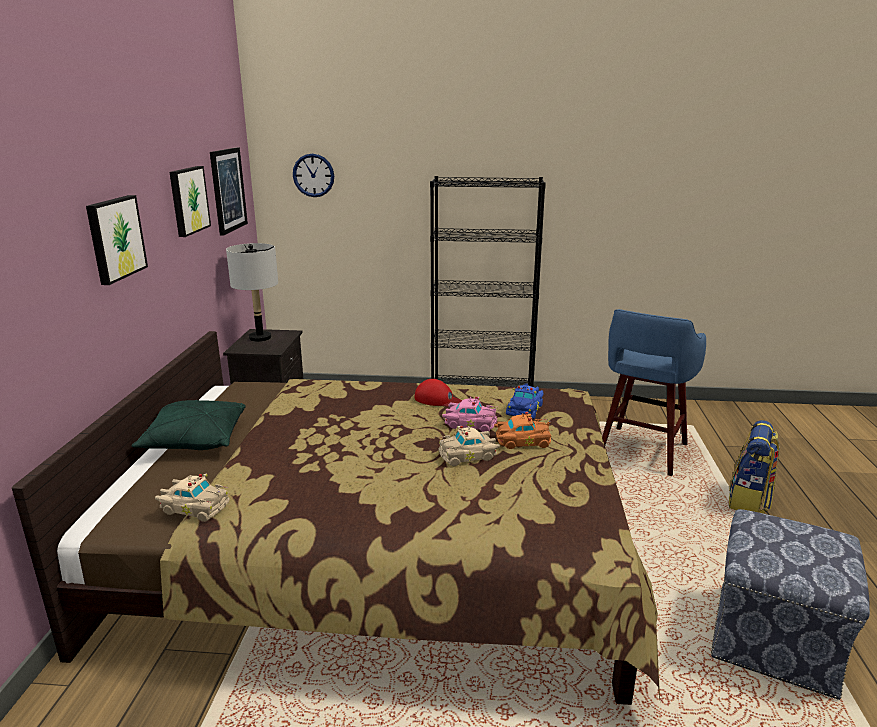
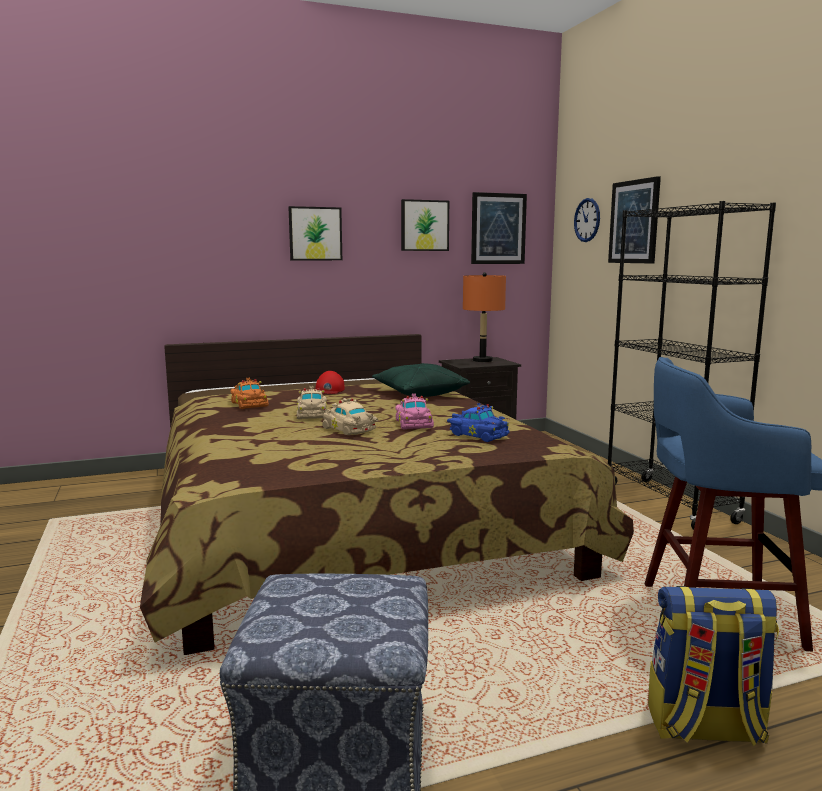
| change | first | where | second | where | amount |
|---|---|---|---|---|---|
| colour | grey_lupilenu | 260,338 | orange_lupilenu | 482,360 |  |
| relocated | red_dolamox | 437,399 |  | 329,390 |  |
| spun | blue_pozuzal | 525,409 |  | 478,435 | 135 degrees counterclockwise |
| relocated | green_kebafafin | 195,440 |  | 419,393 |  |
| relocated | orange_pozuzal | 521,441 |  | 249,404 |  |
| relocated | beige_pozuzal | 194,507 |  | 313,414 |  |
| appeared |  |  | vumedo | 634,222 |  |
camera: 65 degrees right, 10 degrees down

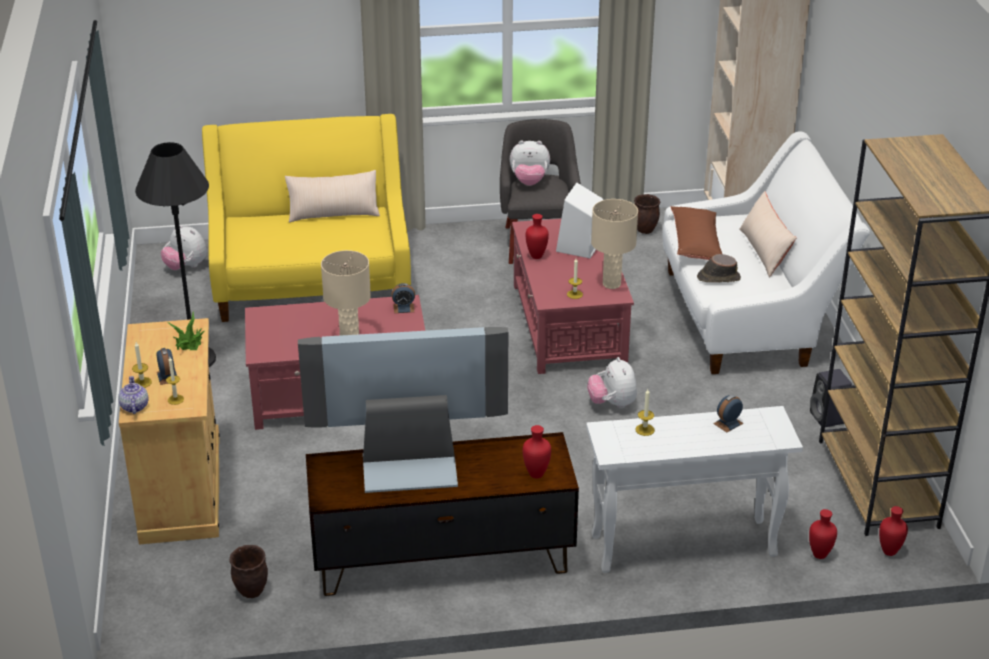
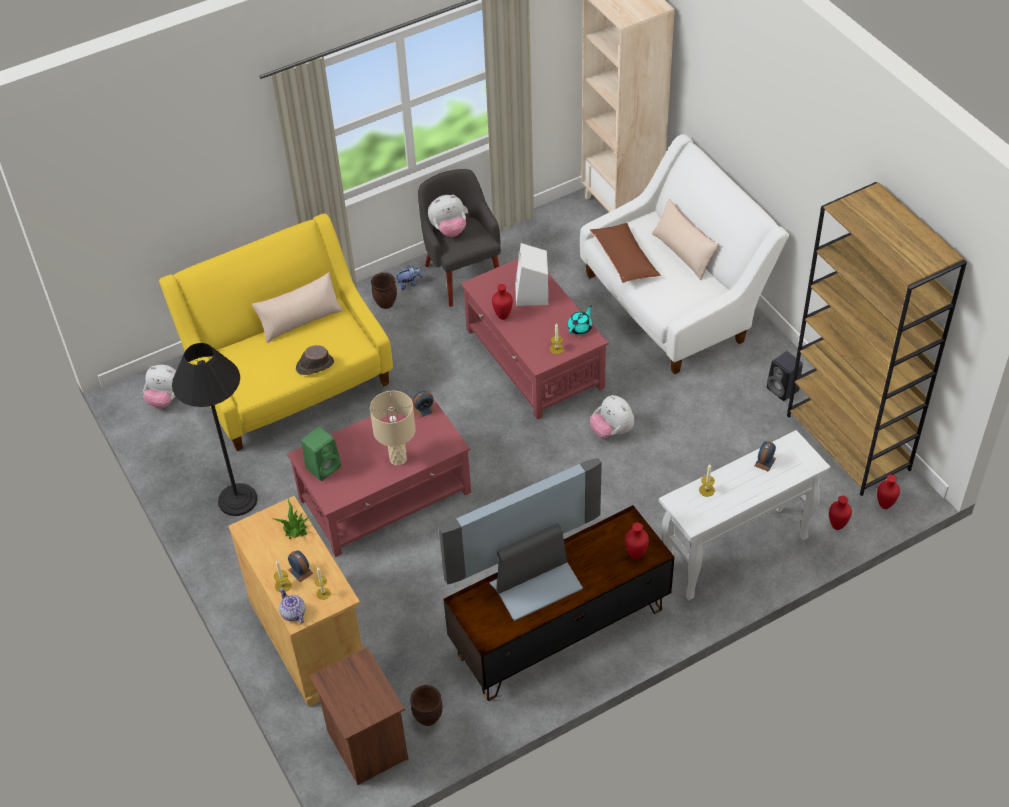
| change | first | where | second | where | amount |
|---|---|---|---|---|---|
| relocated | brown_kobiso | 645,230 |  | 386,303 |  |
| exchanged | beige_lupilenu | 611,284 | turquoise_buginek | 580,328 |  |
| relocated | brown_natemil | 718,278 |  | 314,365 |  |
| appeared |  |  | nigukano | 409,284 |  |
| appeared |  |  | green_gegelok | 324,466 |  |
| appeared |  |  | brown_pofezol | 366,745 |  |
camera: 20 degrees left, 15 degrees up

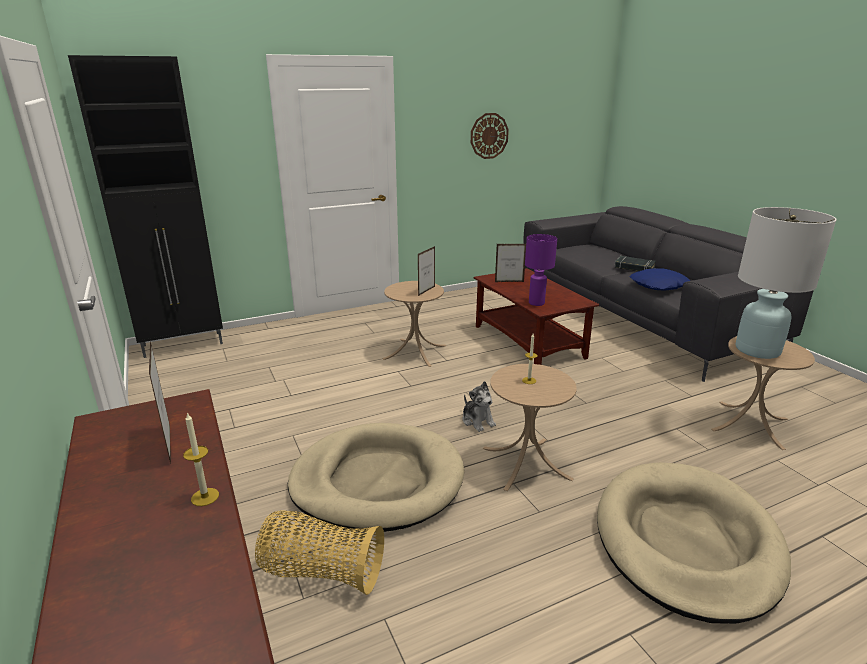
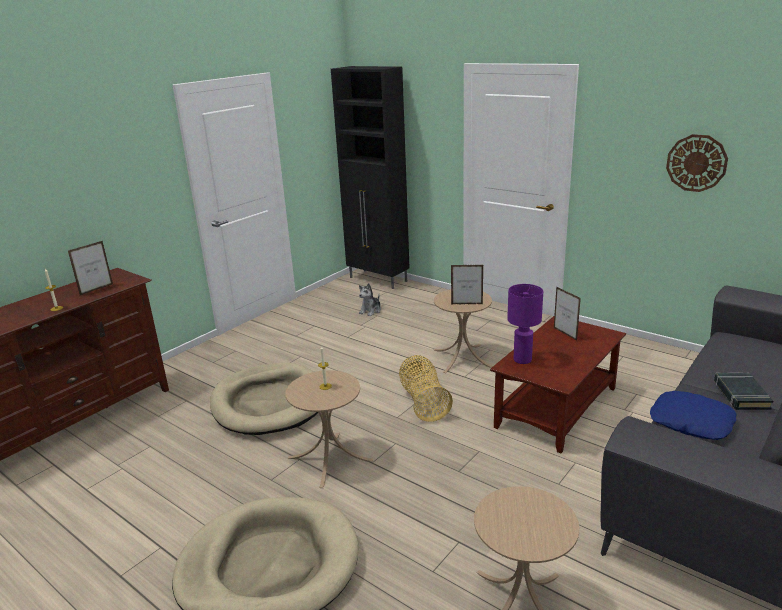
| change | first | where | second | where | amount |
|---|---|---|---|---|---|
| missing | white_lupilenu | 757,350 |  |  |  |
| relocated | nigukano | 477,421 |  | 371,311 |  |
| relocated | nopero | 321,572 |  | 423,401 |  |
camera: 65 degrees right, 0 degrees up

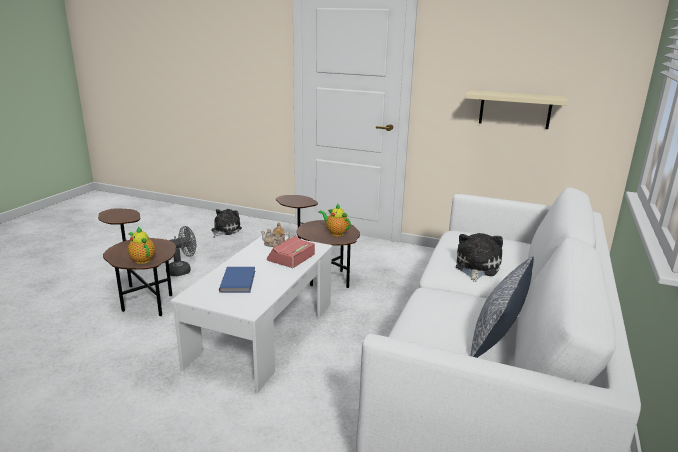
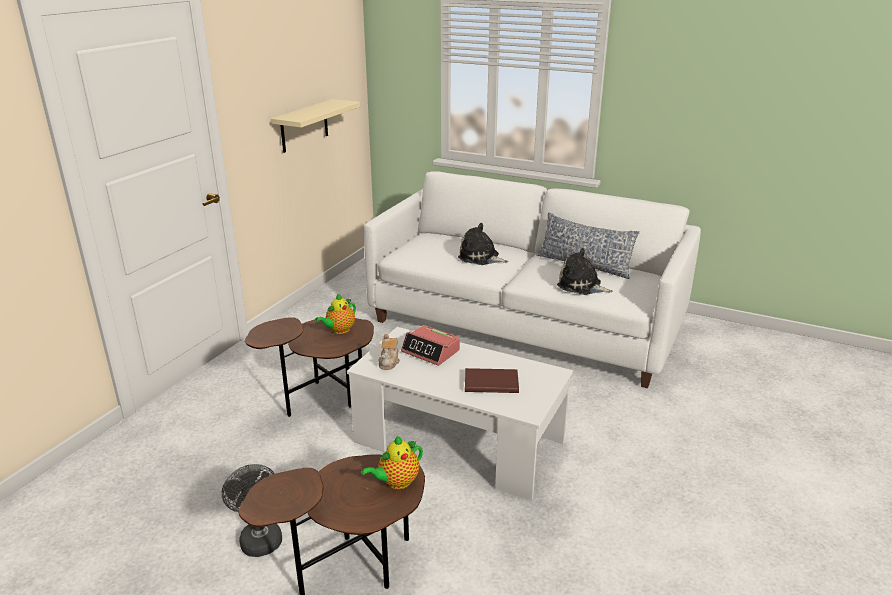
| change | first | where | second | where | amount |
|---|---|---|---|---|---|
| relocated | nigukano | 225,230 |  | 581,286 |  |
| colour | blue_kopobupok | 239,281 | brown_kopobupok | 490,382 |  |
camera: 85 degrees left, 5 degrees up

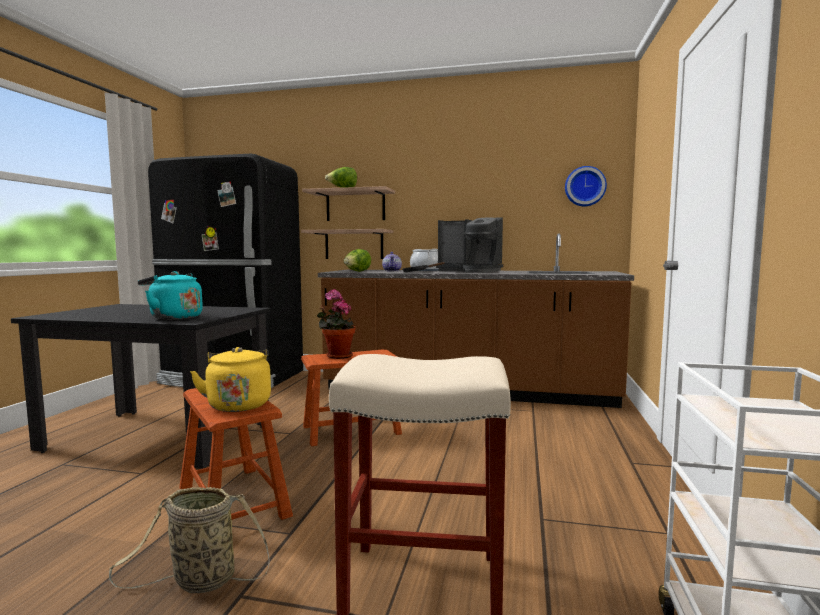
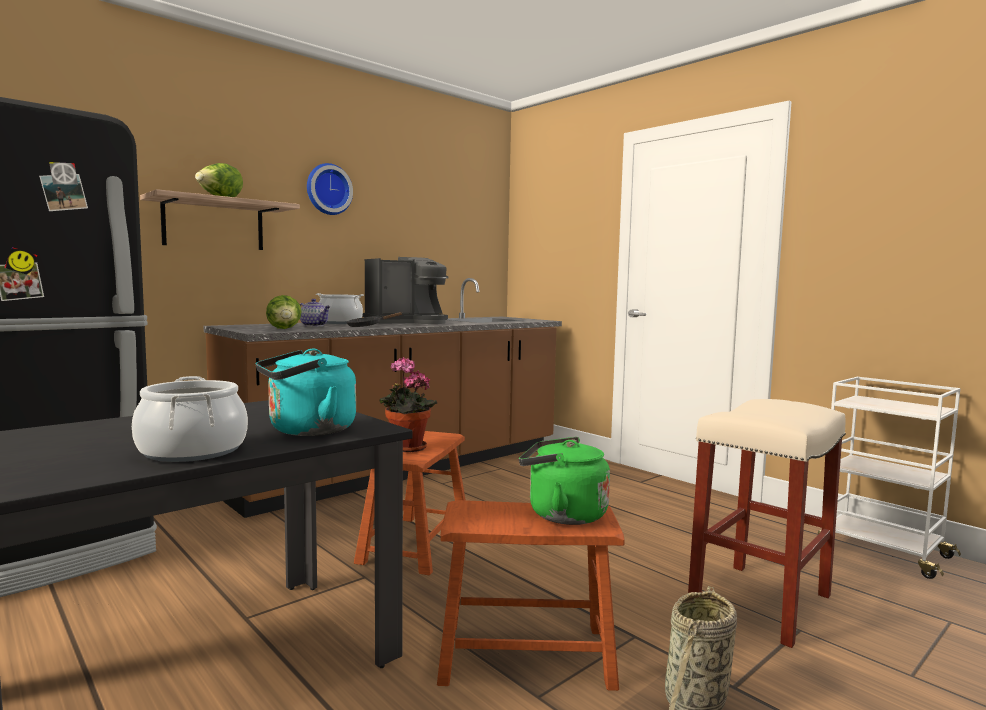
| change | first | where | second | where | amount |
|---|---|---|---|---|---|
| relocated | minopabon | 585,186 |  | 328,189 |  |
| missing | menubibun | 354,244 |  |  |  |
| colour | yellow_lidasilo | 239,404 | green_lidasilo | 562,514 |  |
| appeared |  |  | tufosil | 192,451 |  |
camera: 55 degrees left, 0 degrees up

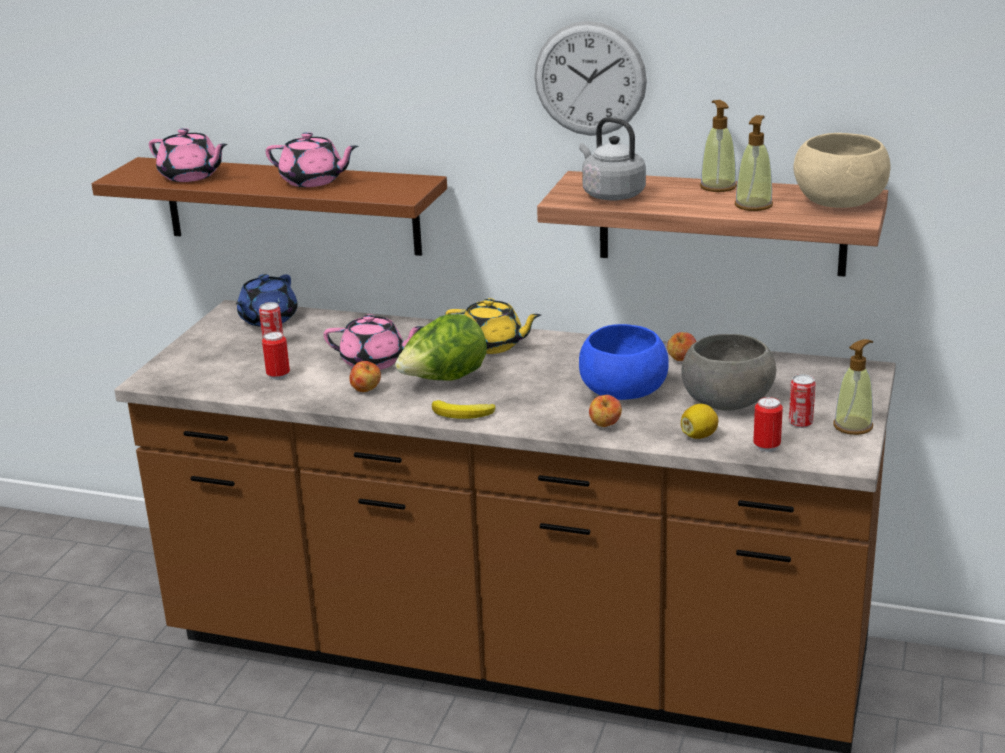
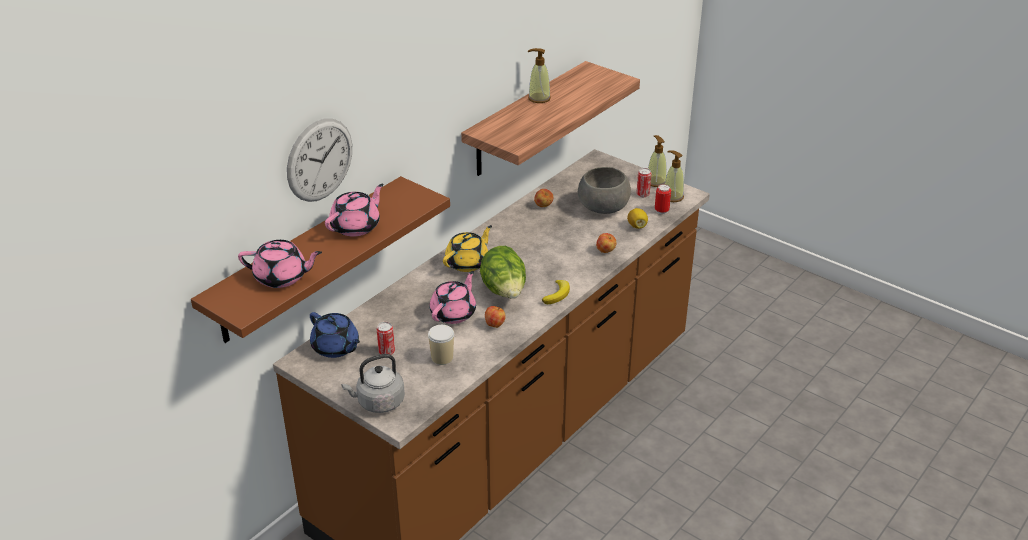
| change | first | where | second | where | amount |
|---|---|---|---|---|---|
| relocated | minopabon | 590,79 |  | 320,160 |  |
| relocated | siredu | 753,205 |  | 672,197 |  |
| relocated | grey_lidasilo | 611,194 |  | 378,402 |  |
| spun | pink_buginek | 191,176 |  | 282,277 | 45 degrees clockwise |
| missing | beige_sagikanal | 839,202 |  |  |  |
| missing | blue_sagikanal | 622,391 |  |  |  |
| exchanged | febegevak | 278,376 | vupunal | 442,358 |  |
camera: 70 degrees left, 10 degrees up

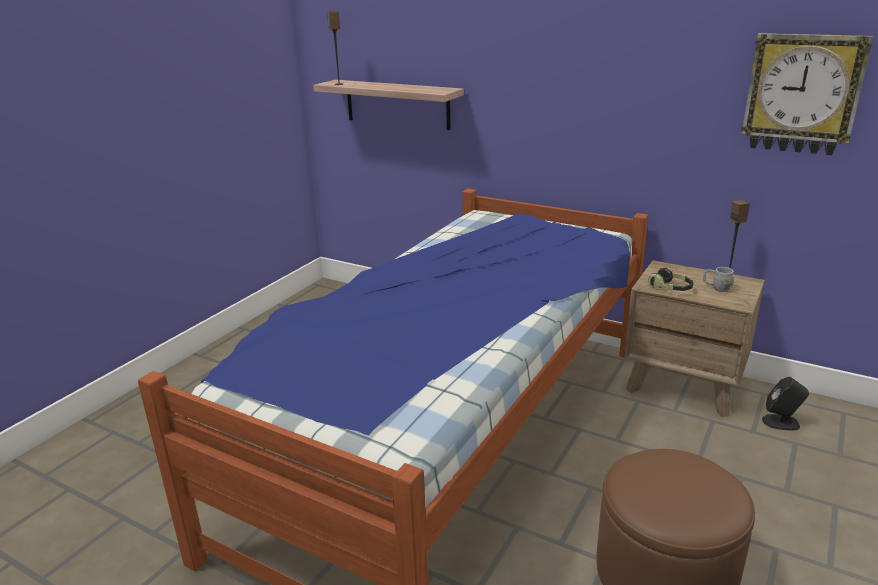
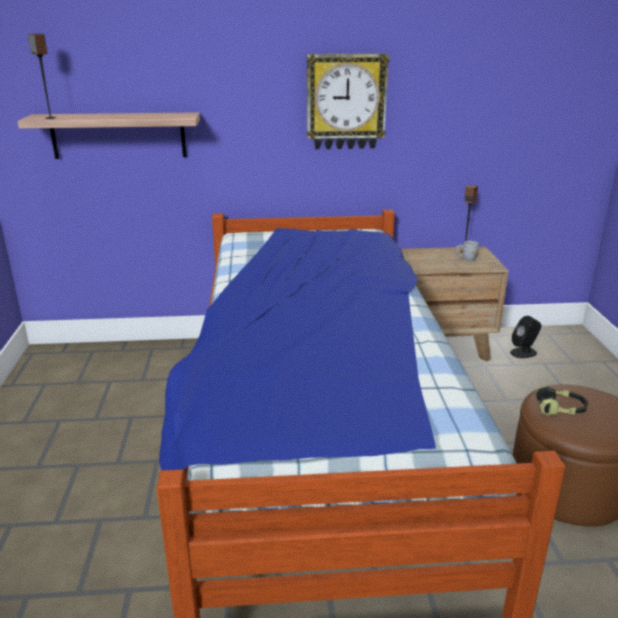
| change | first | where | second | where | amount |
|---|---|---|---|---|---|
| relocated | minopabon | 802,94 |  | 346,102 |  |
| relocated | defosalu | 671,288 |  | 560,409 |  |
camera: 35 degrees left, 0 degrees up

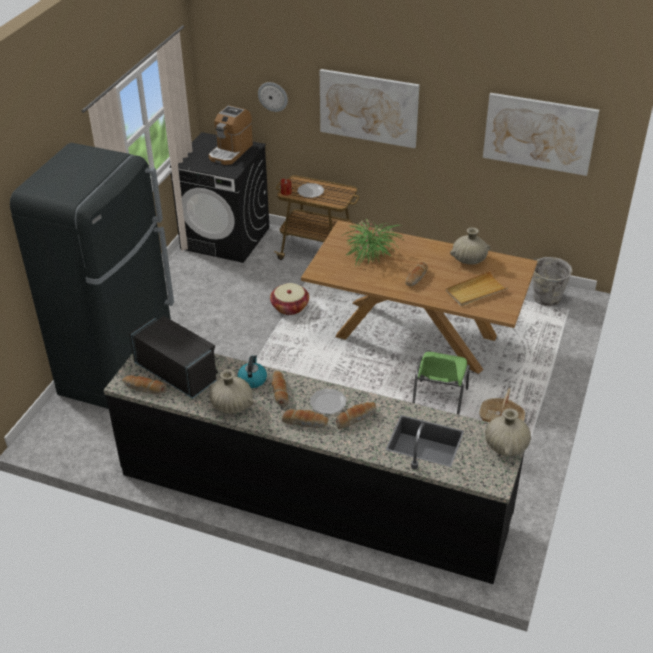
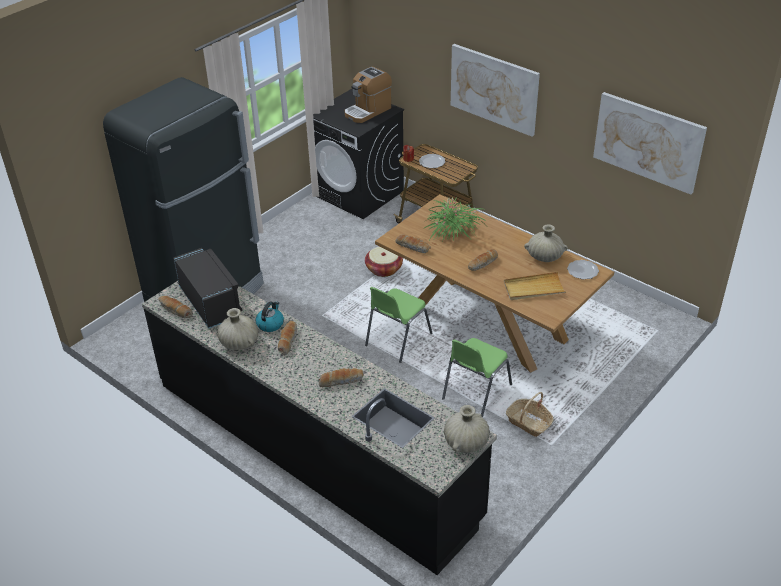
| change | first | where | second | where | amount |
|---|---|---|---|---|---|
| missing | minopabon | 273,96 |  |  |  |
| missing | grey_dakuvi | 545,298 |  |  |  |
| relocated | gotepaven | 328,402 |  | 583,271 |  |
| relocated | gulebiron | 305,422 |  | 413,247 |  |
| appeared |  |  | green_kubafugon | 397,339 |  |
camera: 20 degrees right, 0 degrees up

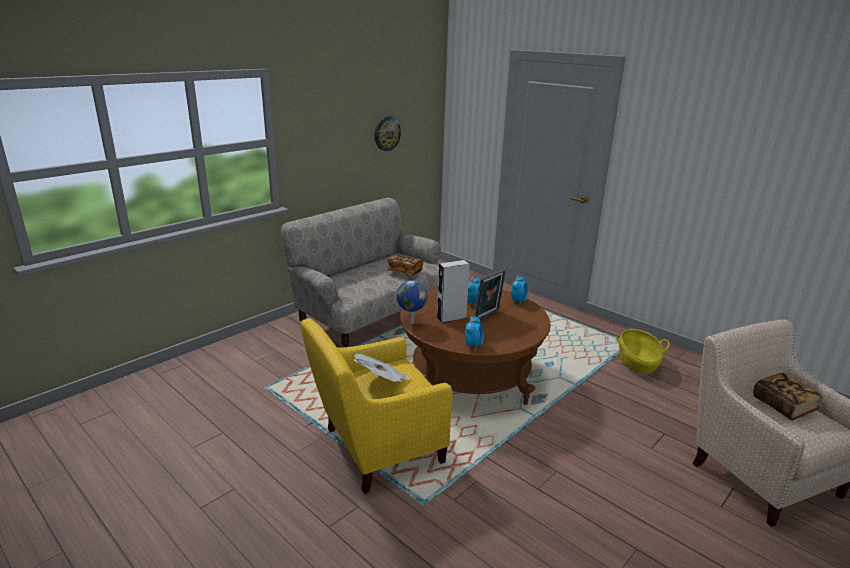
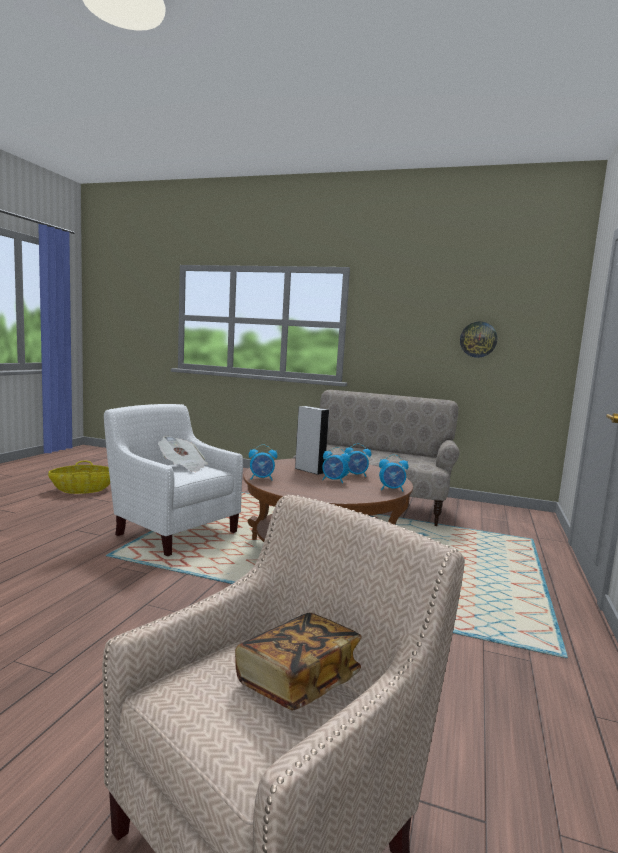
| change | first | where | second | where | amount |
|---|---|---|---|---|---|
| missing | kopobupok | 404,272 |  |  |  |
| exchanged | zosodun | 488,316 | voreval | 334,480 |  |
| missing | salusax | 410,322 |  |  |  |
| colour | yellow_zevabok | 375,448 | white_zevabok | 174,530 |  |
| relocated | nopero | 637,362 |  | 82,489 |  |
camera: 65 degrees right, 15 degrees down

